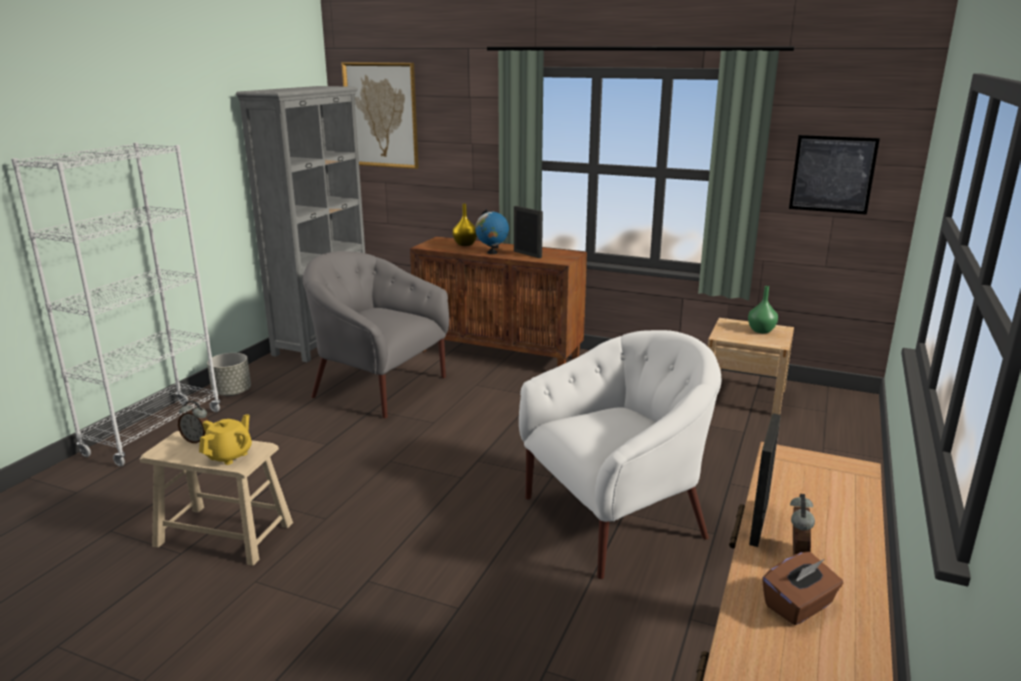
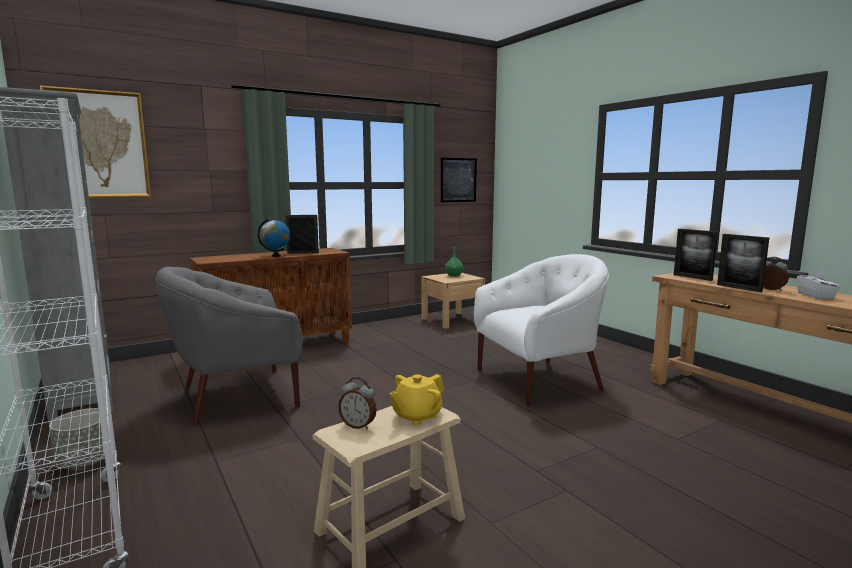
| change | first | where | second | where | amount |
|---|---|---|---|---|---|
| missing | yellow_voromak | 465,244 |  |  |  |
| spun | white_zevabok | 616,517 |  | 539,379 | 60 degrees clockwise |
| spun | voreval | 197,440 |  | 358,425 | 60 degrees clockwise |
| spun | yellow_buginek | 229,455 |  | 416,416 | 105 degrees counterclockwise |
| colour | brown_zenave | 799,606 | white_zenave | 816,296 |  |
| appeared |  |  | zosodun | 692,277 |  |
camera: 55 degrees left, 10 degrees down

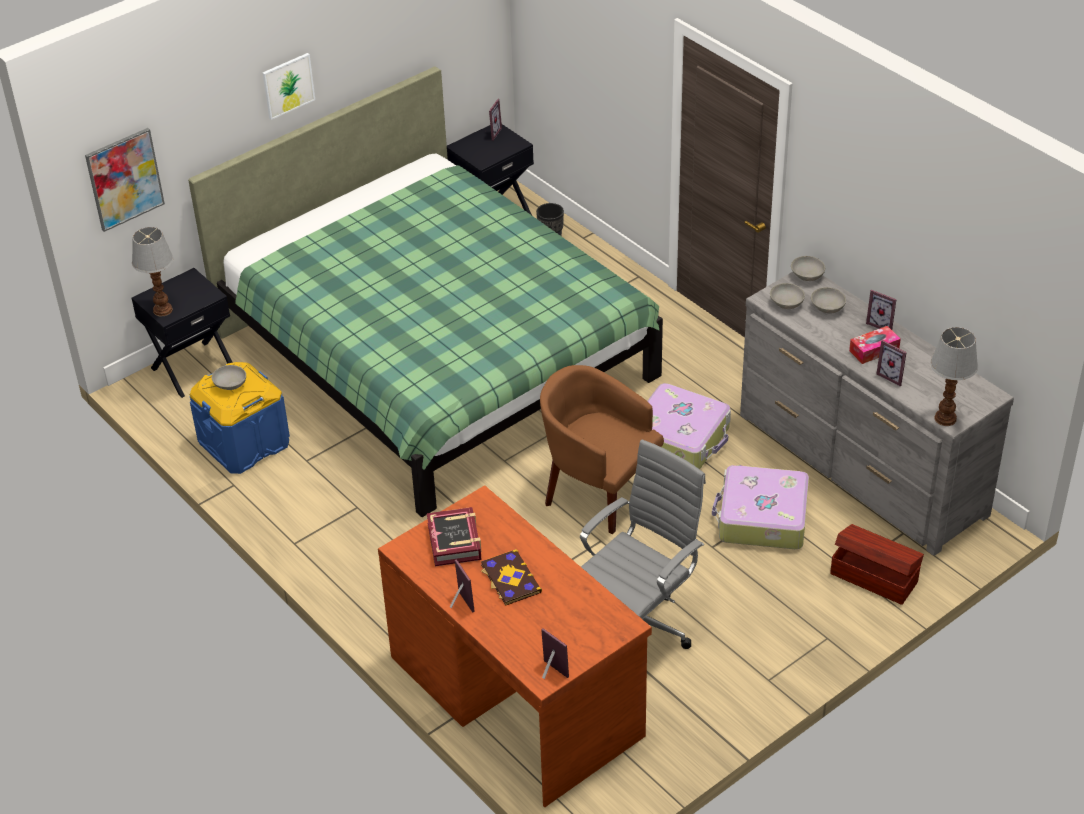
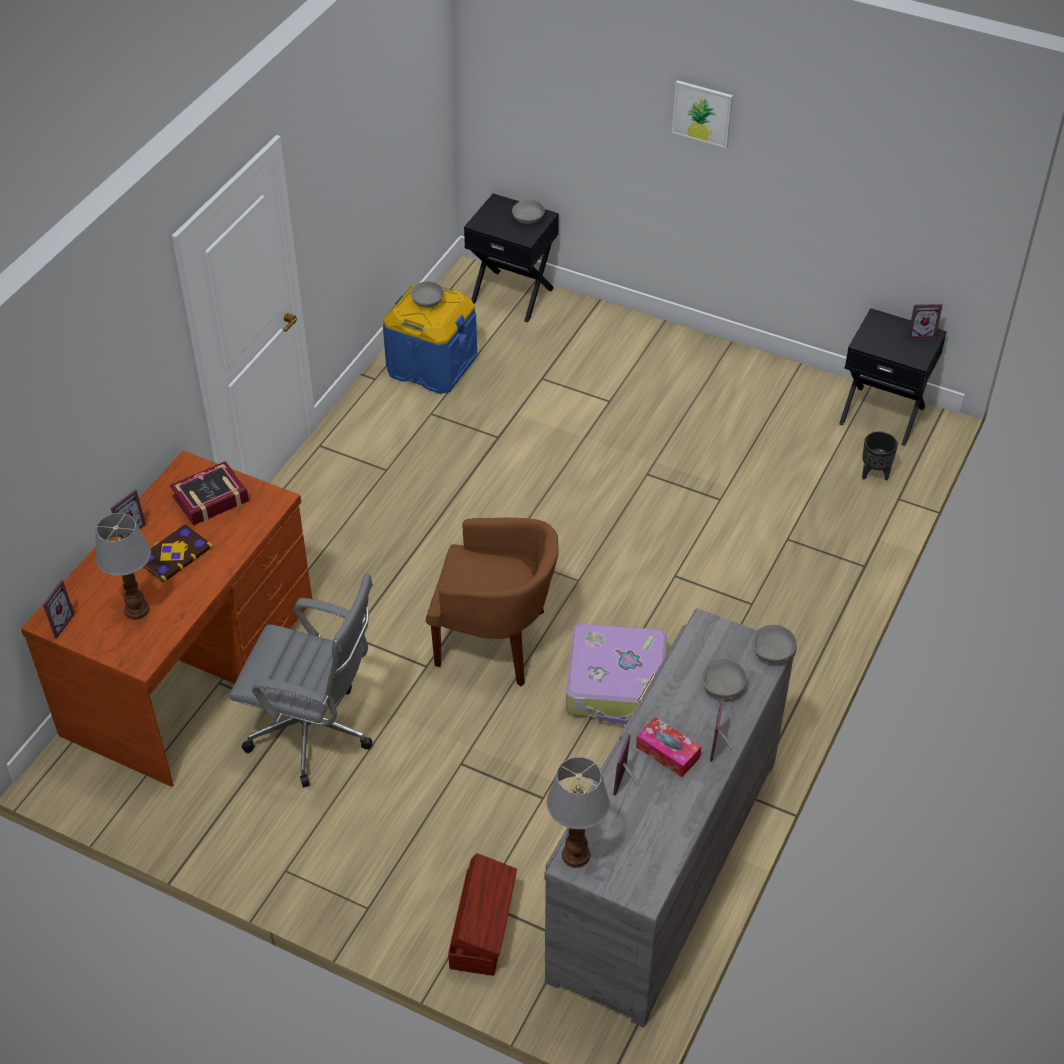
| change | first | where | second | where | amount |
|---|---|---|---|---|---|
| missing | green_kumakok | 435,357 |  |  |  |
| missing | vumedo | 124,179 |  |  |  |
| relocated | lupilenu | 162,309 |  | 138,609 |  |
| relocated | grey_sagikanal | 787,303 |  | 528,219 |  |
| spun | brown_zevabok | 597,492 |  | 495,641 | 90 degrees clockwise |
| missing | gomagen | 761,518 |  |  |  |
camera: 65 degrees right, 5 degrees up

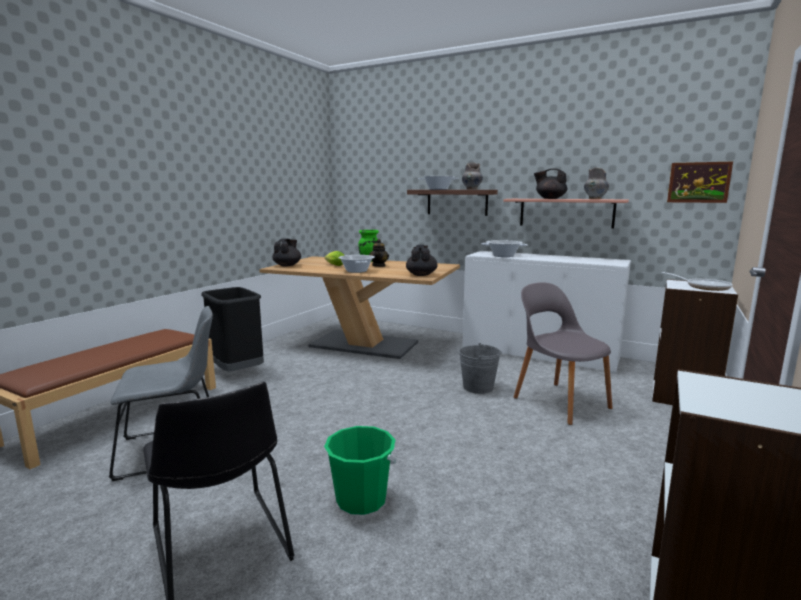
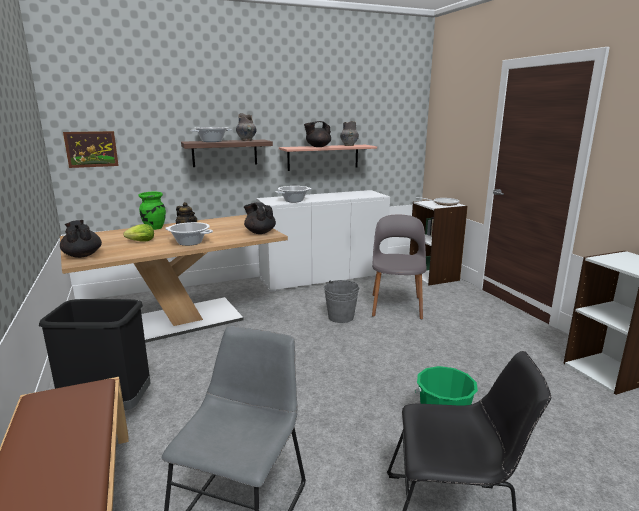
| change | first | where | second | where | amount |
|---|---|---|---|---|---|
| relocated | vumedo | 698,182 |  | 91,149 |  |
| spun | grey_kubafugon | 559,401 |  | 396,305 | 90 degrees clockwise |
camera: 50 degrees left, 5 degrees up

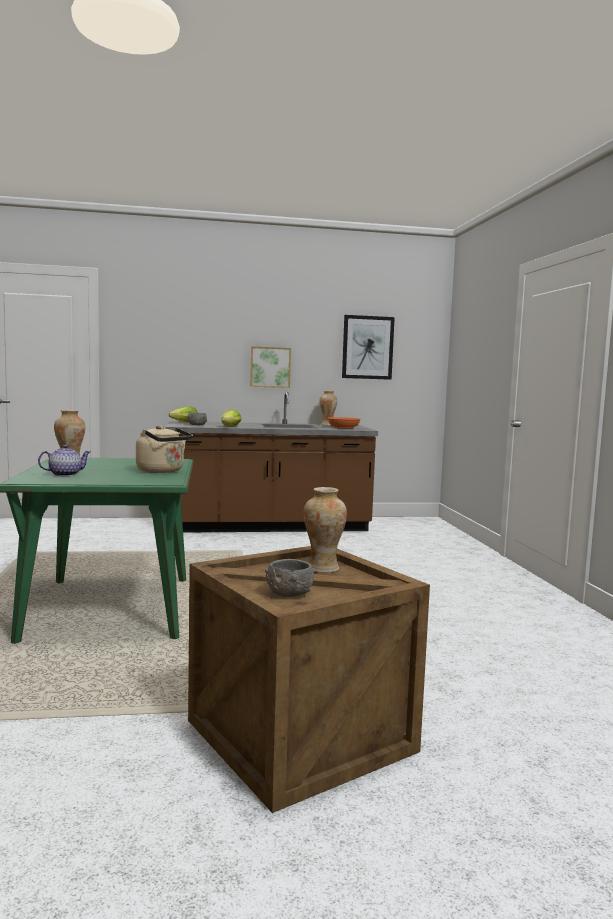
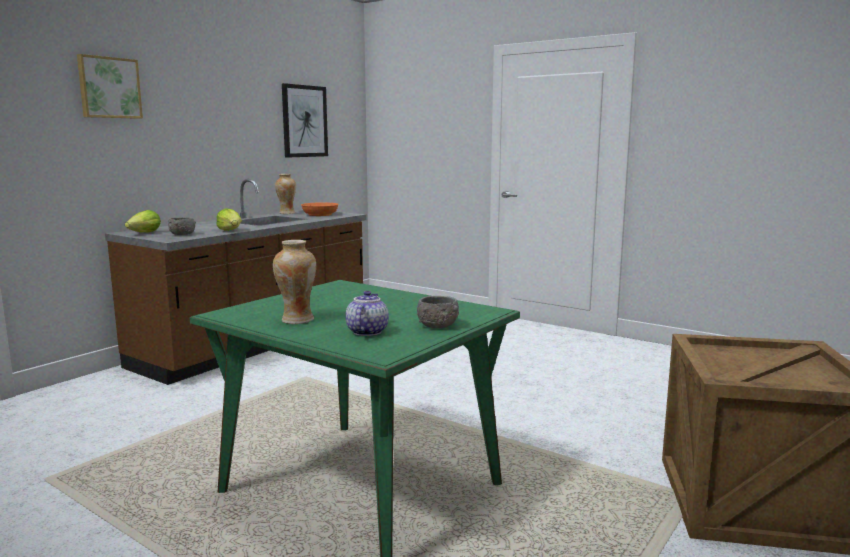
| change | first | where | second | where | amount |
|---|---|---|---|---|---|
| relocated | vumedo | 270,367 |  | 109,88 |  |
| missing | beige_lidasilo | 162,471 |  |  |  |
| missing | voromak | 323,568 |  |  |  |
| relocated | grey_sagikanal | 289,593 |  | 437,325 |  |
camera: 45 degrees left, 5 degrees up

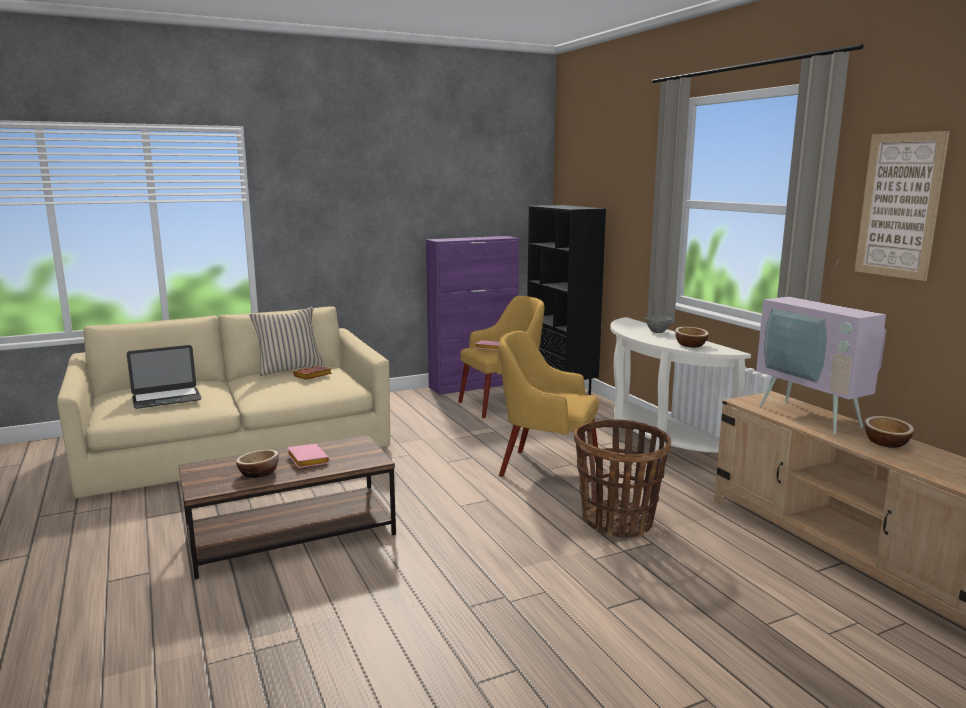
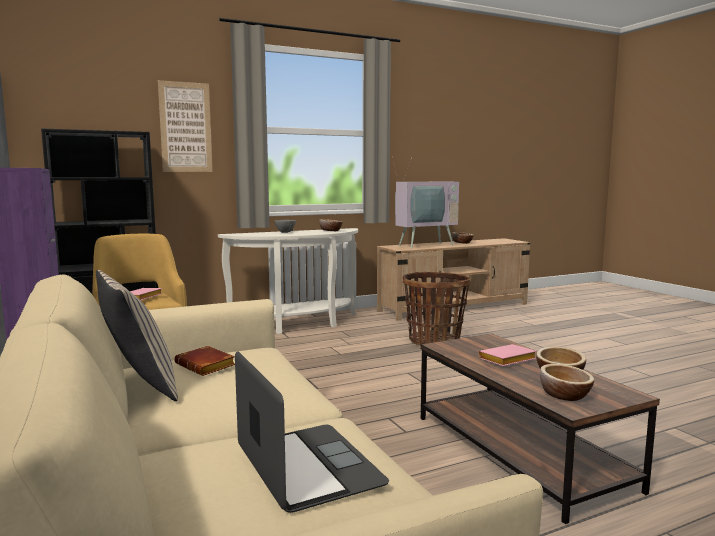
| change | first | where | second | where | amount |
|---|---|---|---|---|---|
| relocated | vumedo | 899,206 |  | 185,127 |  |
| missing | yellow_zevabok | 546,468 |  |  |  |
| appeared |  |  | sagikanal | 565,395 |  |
camera: 90 degrees left, 5 degrees down

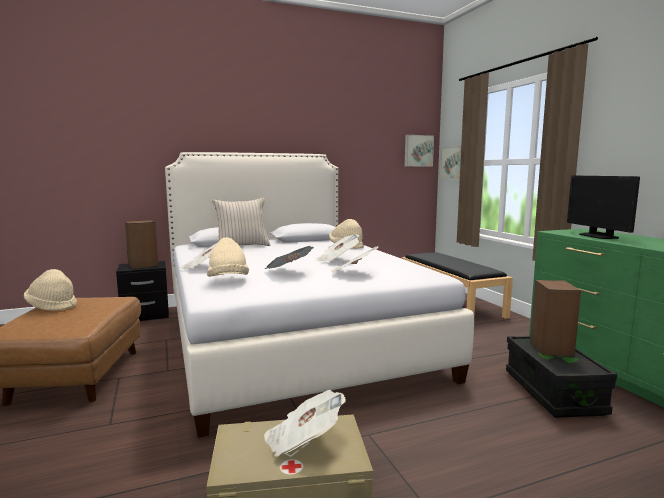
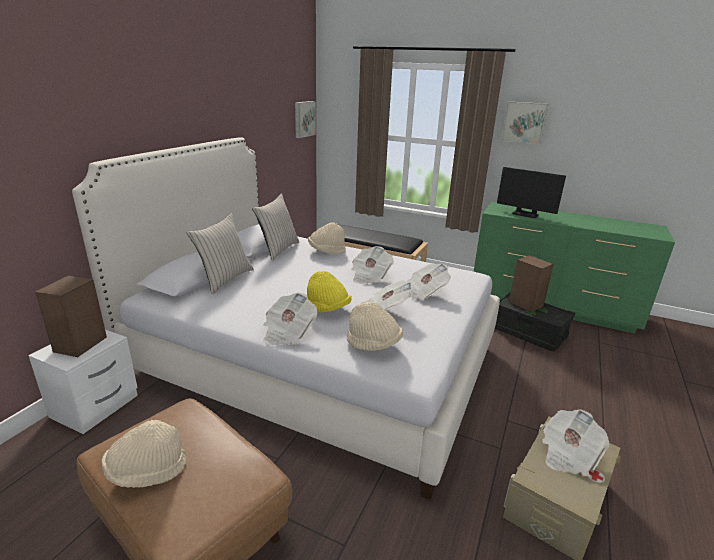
| change | first | where | second | where | amount |
|---|---|---|---|---|---|
| relocated | vumedo | 453,163 |  | 524,122 |  |
| colour | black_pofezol | 145,315 | white_pofezol | 96,407 |  |
| appeared |  |  | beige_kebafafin | 278,250 |  |
| appeared |  |  | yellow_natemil | 327,309 |  |
camera: 45 degrees left, 15 degrees up

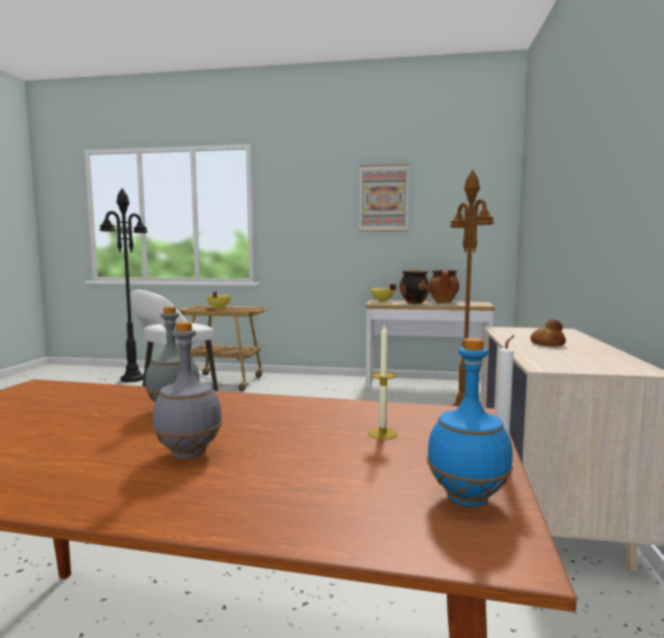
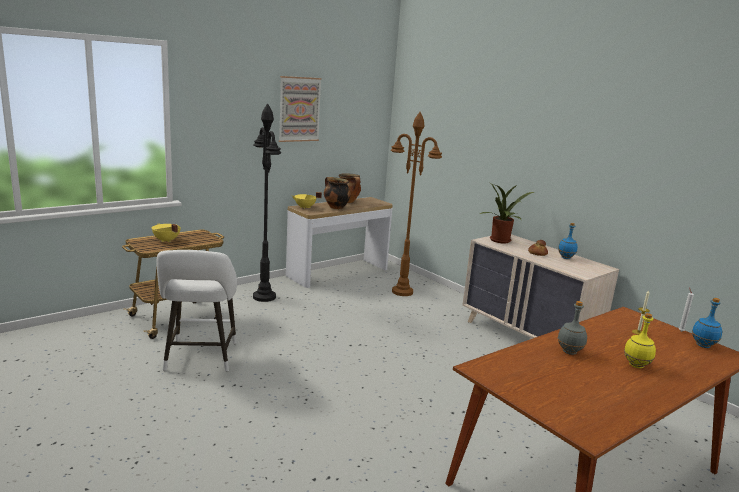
| change | first | where | second | where | amount |
|---|---|---|---|---|---|
| relocated | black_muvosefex | 133,379 |  | 264,297 |  |
| colour | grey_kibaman | 188,454 | yellow_kibaman | 636,365 |  |
| appeared |  |  | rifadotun | 501,241 |  |
| appeared |  |  | blue_kibaman | 566,258 |  |
camera: 50 degrees left, 10 degrees up

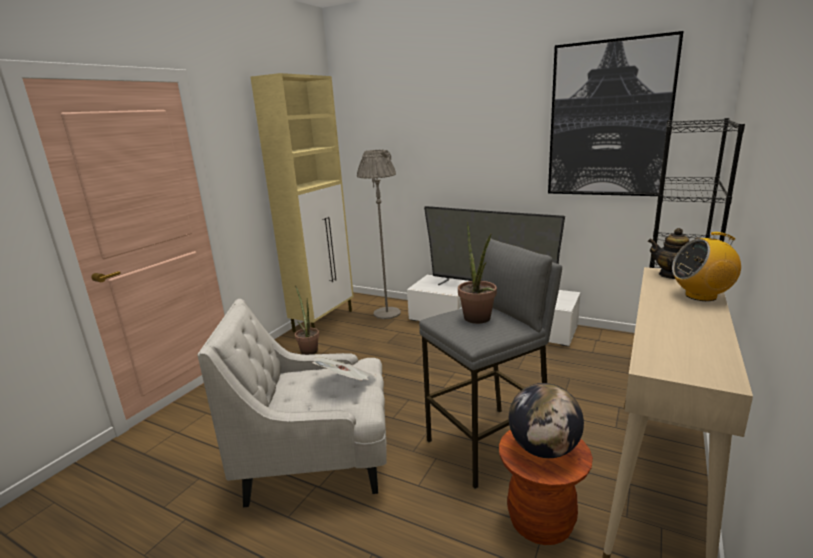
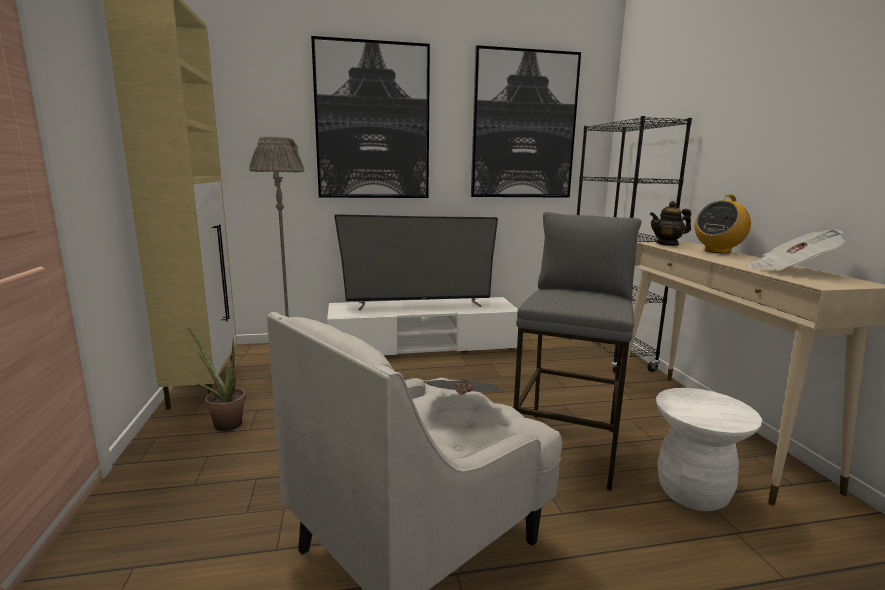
| change | first | where | second | where | amount |
|---|---|---|---|---|---|
| missing | rifadotun | 478,320 |  |  |  |
| missing | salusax | 543,449 |  |  |  |
| colour | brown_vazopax | 540,522 | white_vazopax | 692,492 |  |
| appeared |  |  | vumedo | 373,122 |  |
| appeared |  |  | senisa | 789,270 |  |
camera: 40 degrees left, 5 degrees down

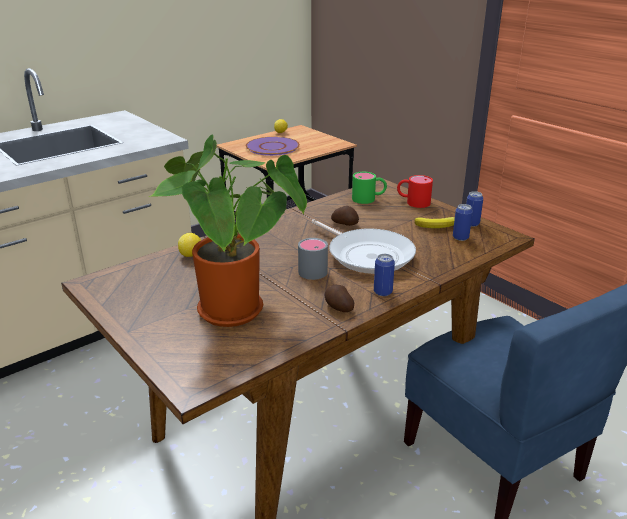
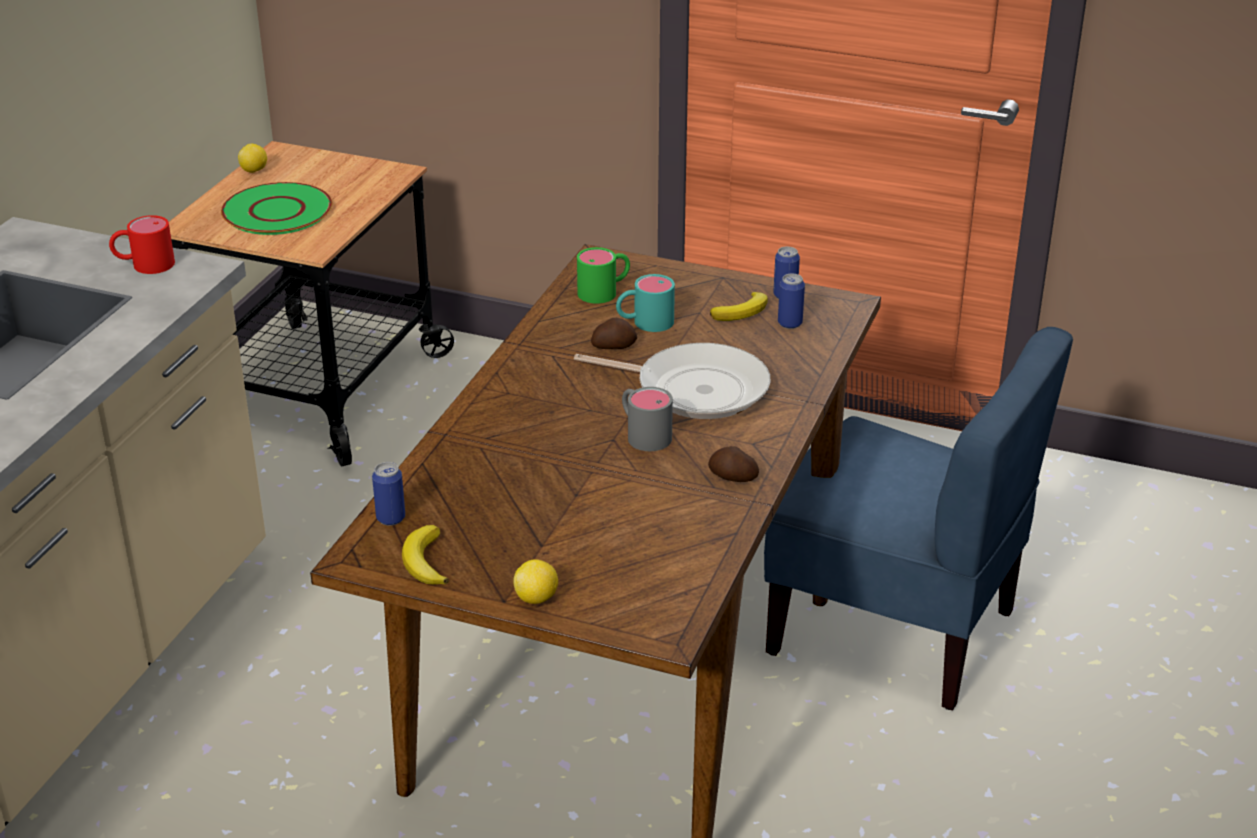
| change | first | where | second | where | amount |
|---|---|---|---|---|---|
| missing | rifadotun | 237,313 |  |  |  |
| colour | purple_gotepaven | 272,147 | green_gotepaven | 276,211 |  |
| relocated | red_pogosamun | 413,202 |  | 144,264 |  |
| relocated | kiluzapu | 191,255 |  | 537,598 |  |
| relocated | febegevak | 383,292 |  | 391,518 |  |
| appeared |  |  | turquoise_pogosamun | 644,322 |  |
| appeared |  |  | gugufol | 425,561 |  |
camera: 30 degrees left, 5 degrees up

